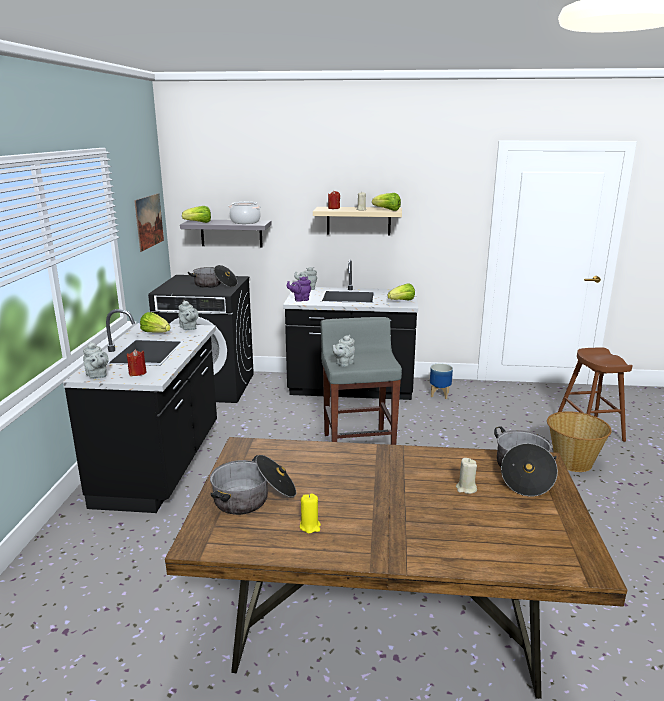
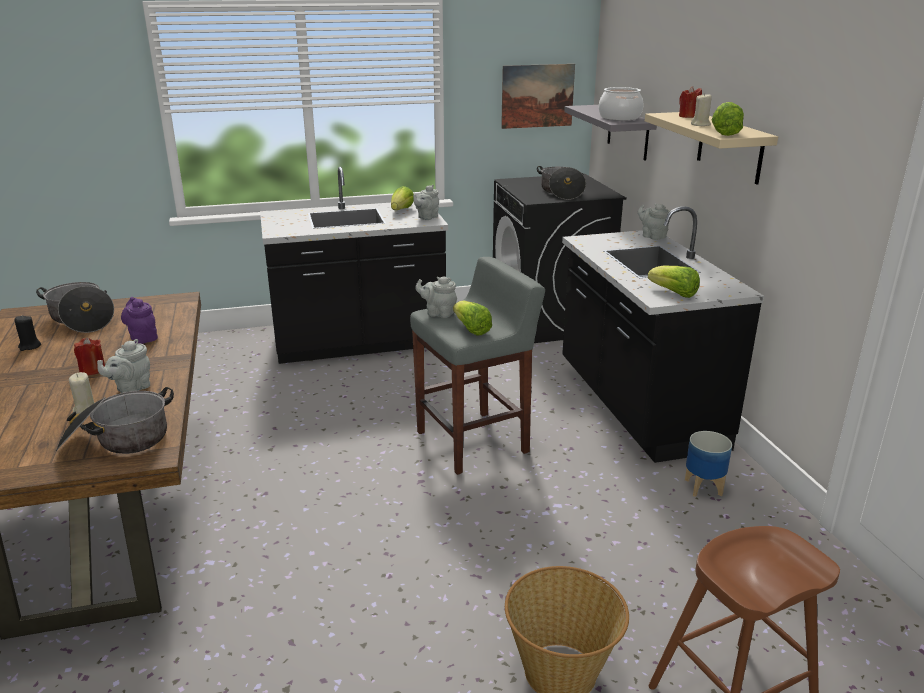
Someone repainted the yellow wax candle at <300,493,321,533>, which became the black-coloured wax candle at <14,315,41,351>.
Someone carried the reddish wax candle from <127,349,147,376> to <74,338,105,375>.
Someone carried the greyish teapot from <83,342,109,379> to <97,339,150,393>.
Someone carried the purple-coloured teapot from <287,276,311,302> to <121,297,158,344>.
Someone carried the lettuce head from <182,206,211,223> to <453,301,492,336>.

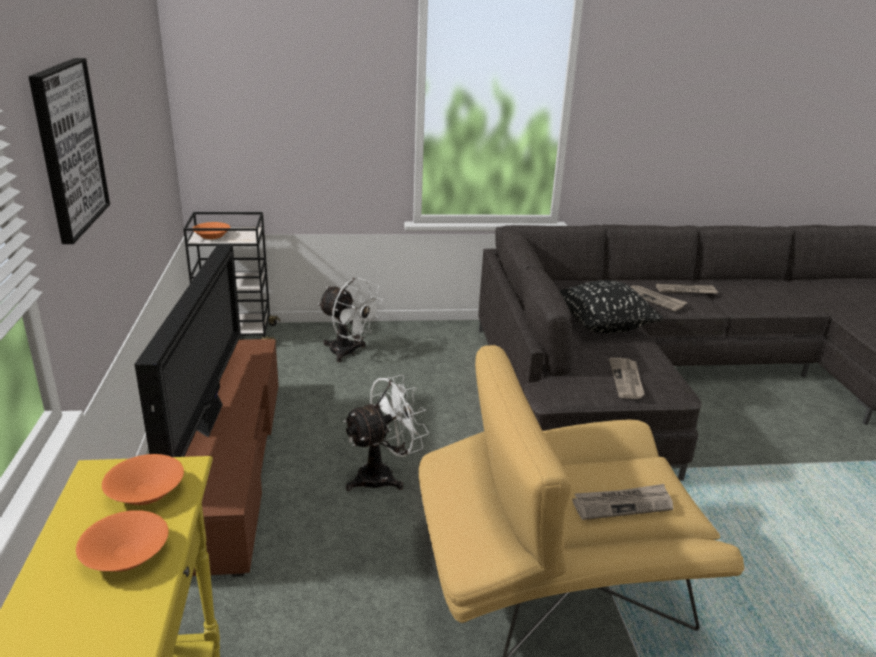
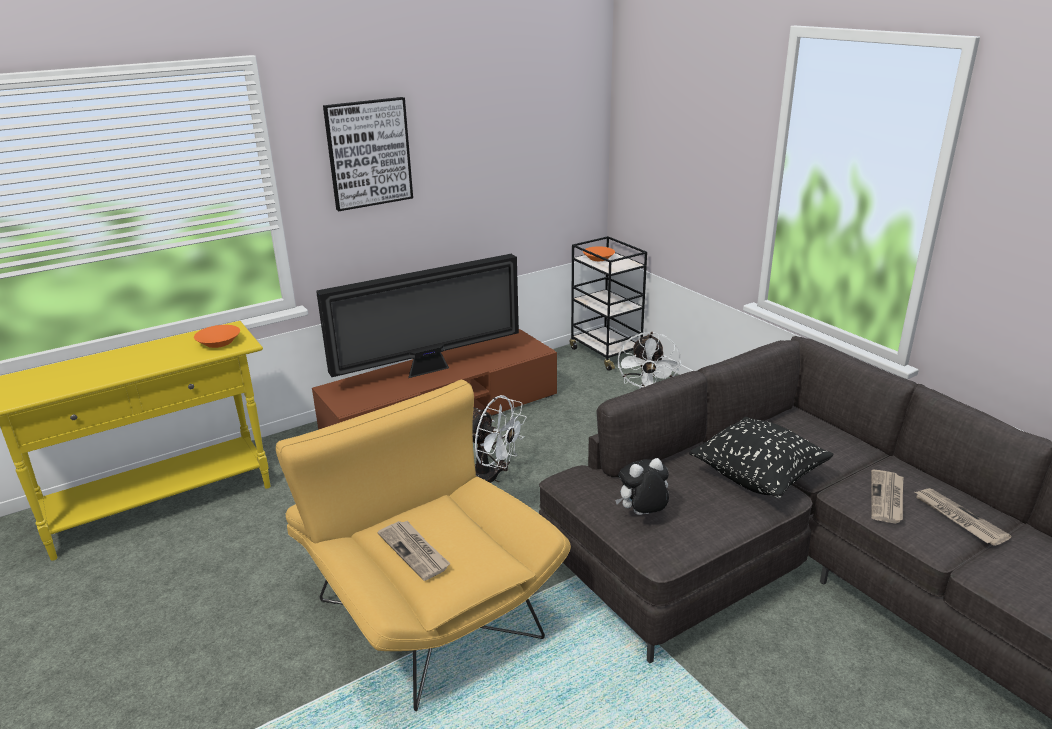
Someone swapped the printed paper at <609,358,645,399> for the plush toy at <615,458,669,515>.
Someone took away the orange-coloured deep dish at <76,510,168,572>.

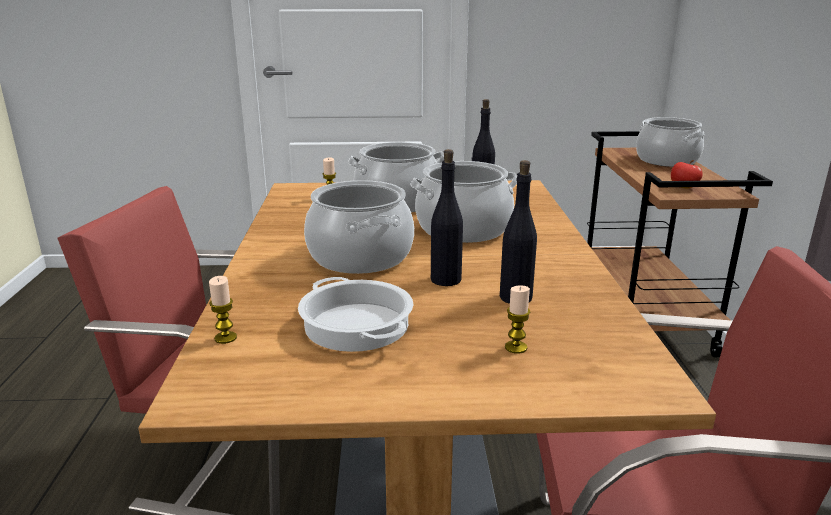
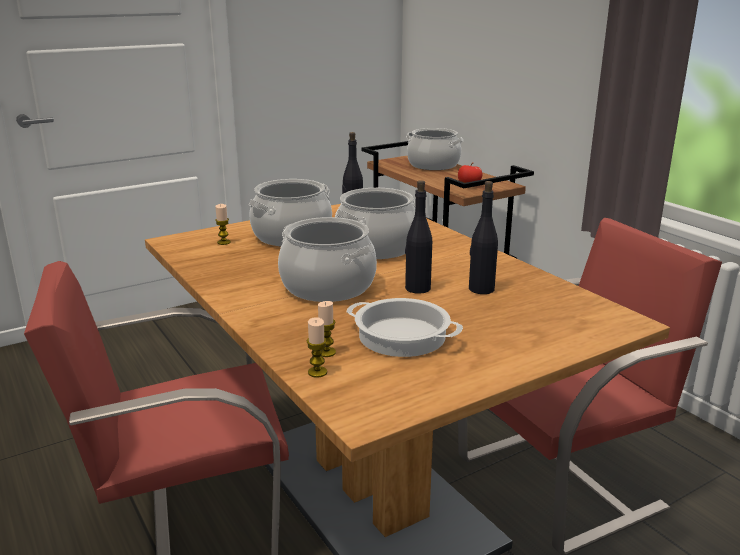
Someone carried the wax candle from <505,285,530,354> to <318,301,336,357>.

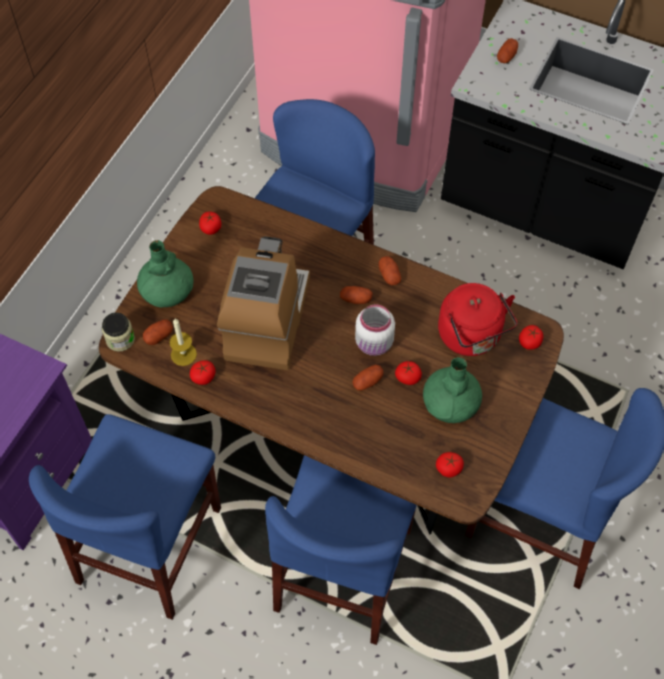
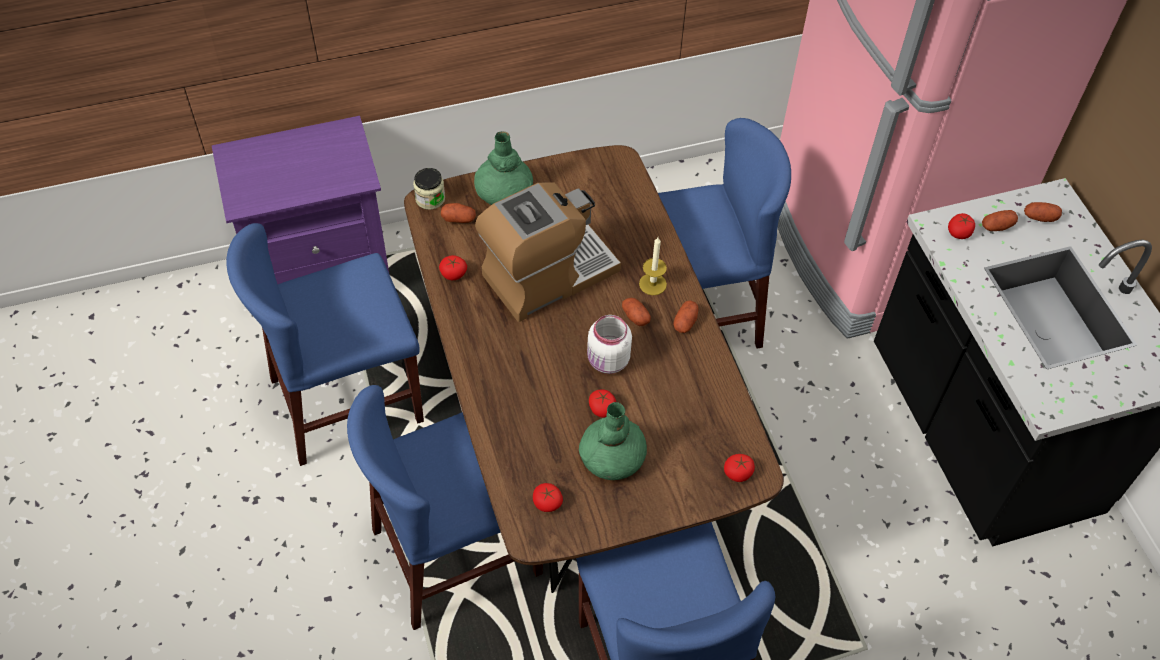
Someone carried the wax candle from <169,318,197,366> to <639,237,667,295>.
Someone carried the fresh tomato from <199,212,221,235> to <948,213,975,239>.
Someone carried the potato from <352,365,384,390> to <1024,202,1062,222>.
Someone took away the reddish water kettle at <438,283,518,356>.

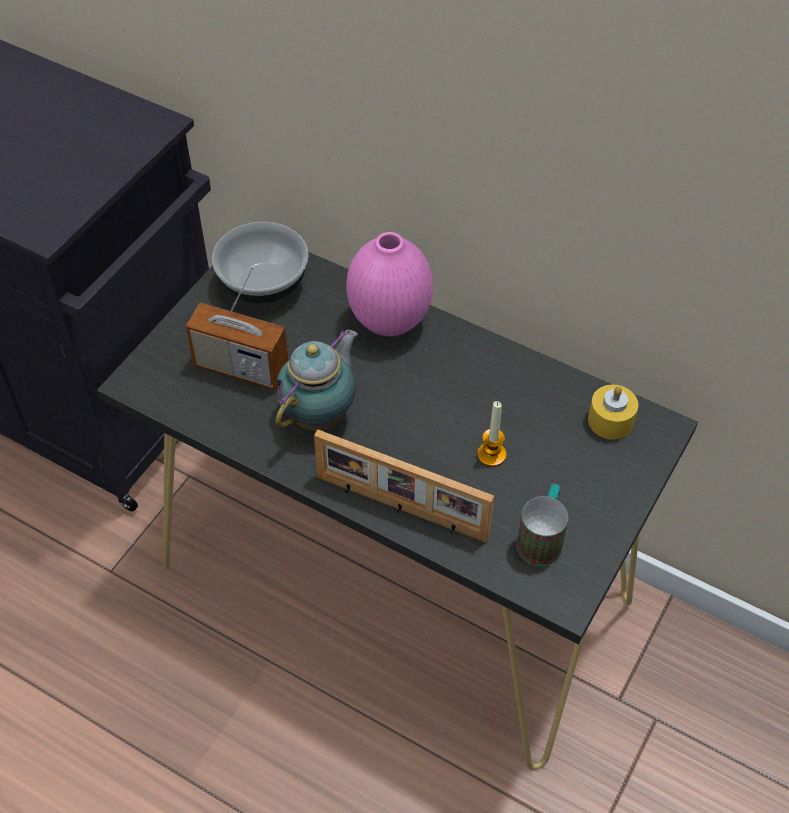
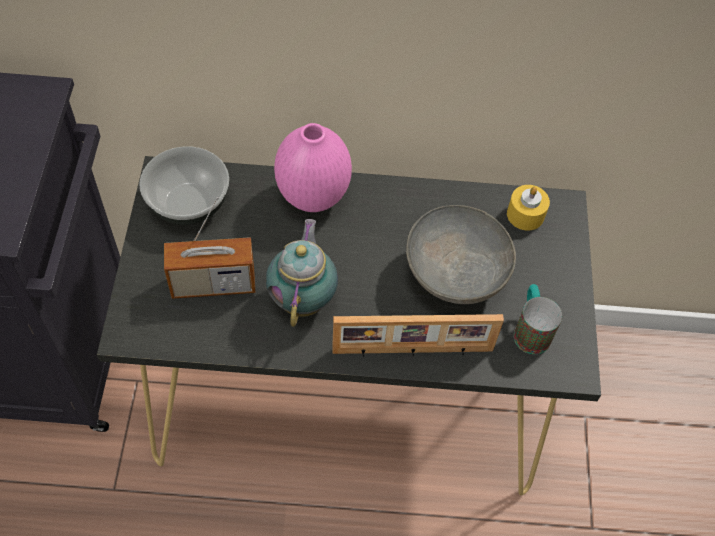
Someone swapped the wax candle at <477,401,506,467> for the greyish deep dish at <406,205,516,304>.

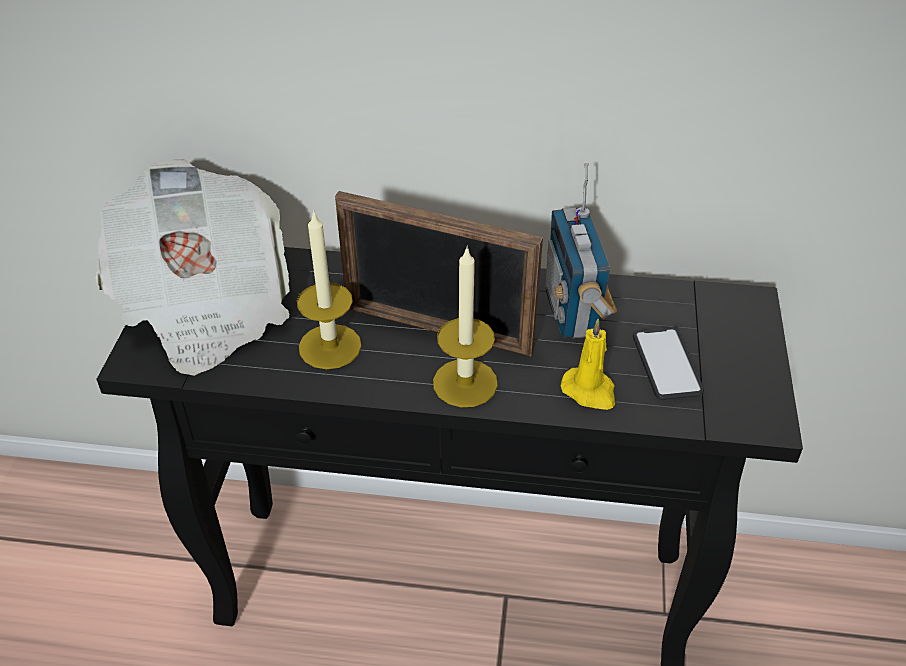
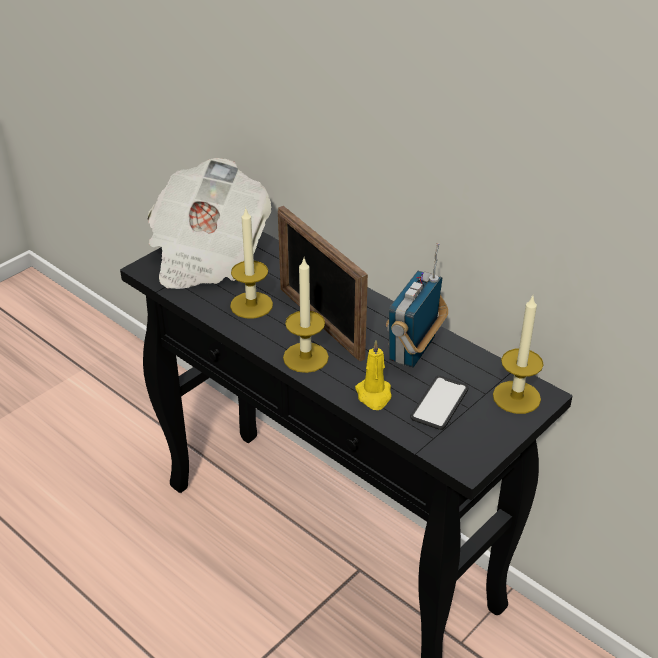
Someone put down the wax candle at <493,296,544,414>.

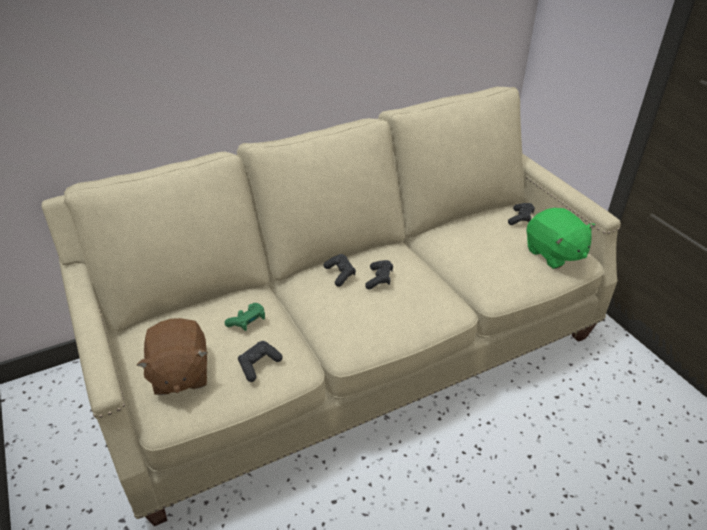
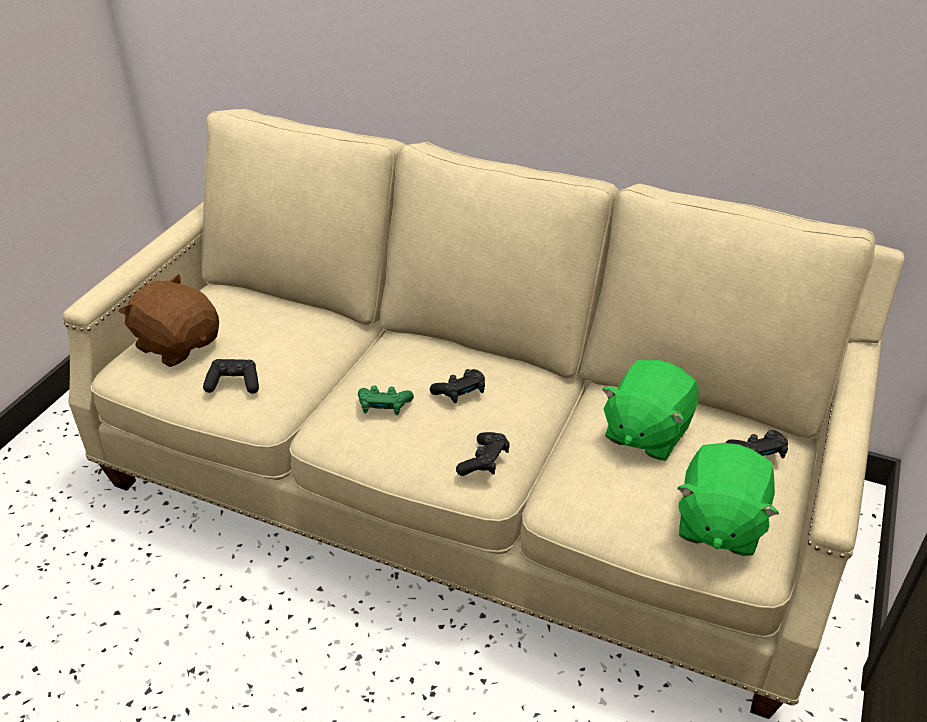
Someone rotated the brownish plush toy at <137,318,208,395> by 90 degrees clockwise.
Someone carried the green gamepad from <225,303,265,331> to <358,385,414,416>.
Someone carried the black-coloured gamepad from <324,254,356,287> to <456,432,510,476>.
Someone put down the green plush toy at <602,360,699,461>.

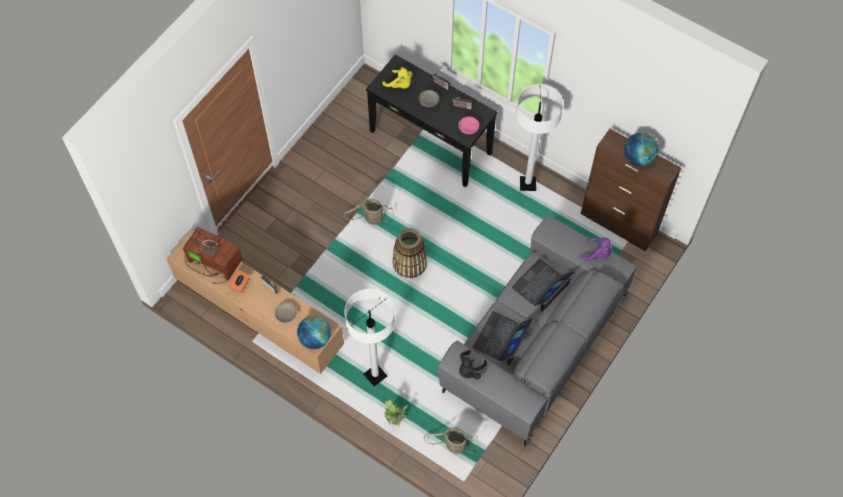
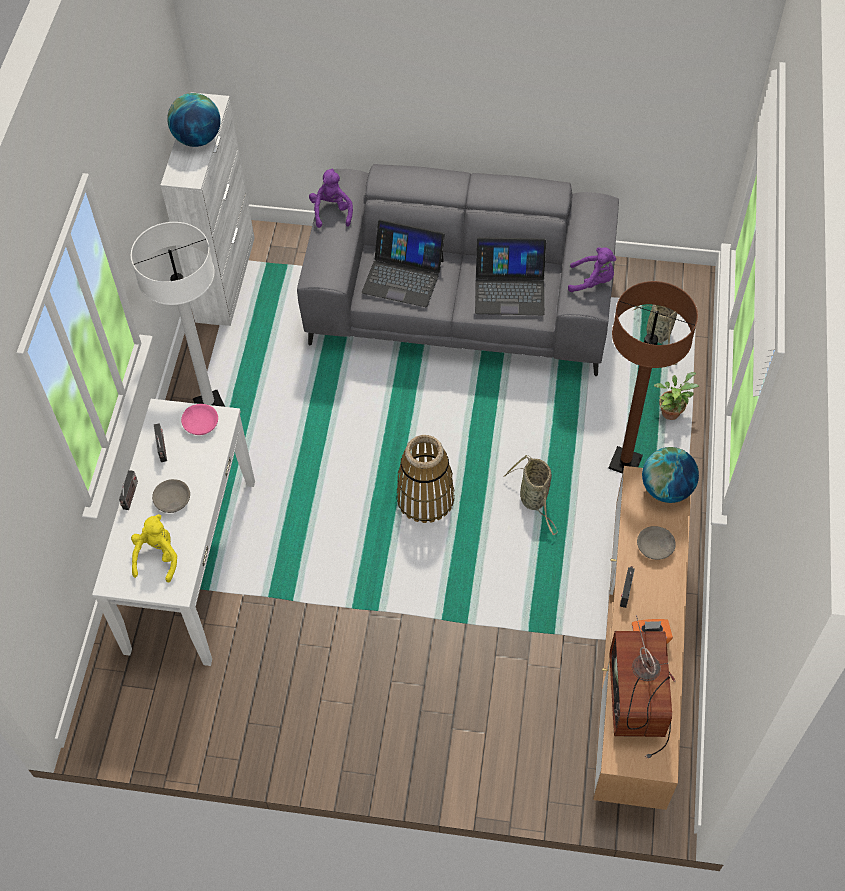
Someone repainted the black-coloured narrow table at <366,54,497,187>, which became the whitish narrow table at <92,399,255,666>.
Someone repainted the brownish cabinet at <581,129,681,251>, which became the whitish cabinet at <161,92,255,326>.
Someone carried the storage basket from <344,198,394,225> to <504,455,558,535>.
Someone repainted the black-coloured plush toy at <459,350,487,379>, which became the purple-coloured plush toy at <568,247,616,292>.
Someone repainted the whitish standing lamp at <345,289,395,387>, which became the brownish standing lamp at <608,281,698,474>.

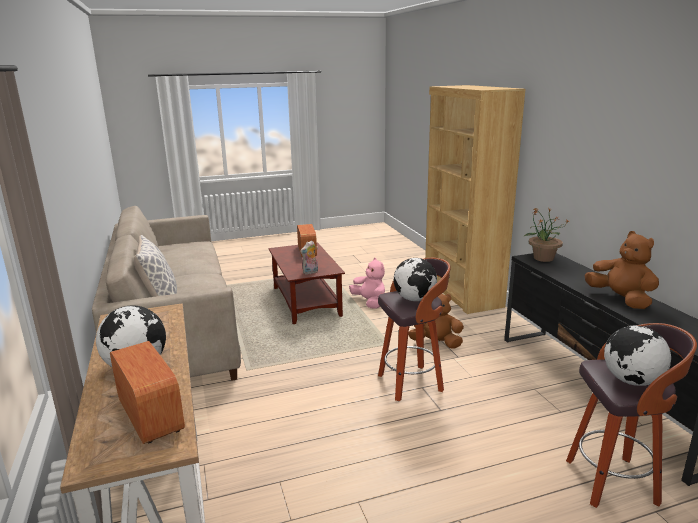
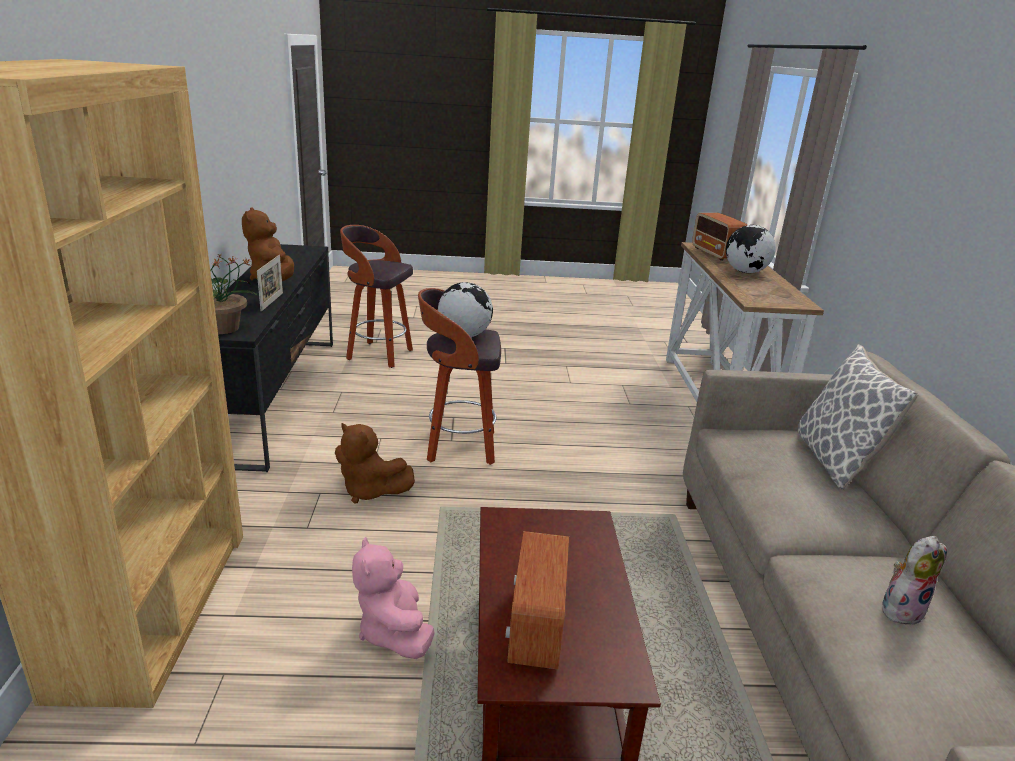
Someone put down the standing frame at <257,255,283,312>.
Someone carried the plush toy from <300,240,318,274> to <882,536,947,625>.
Someone took away the world globe at <604,325,671,386>.

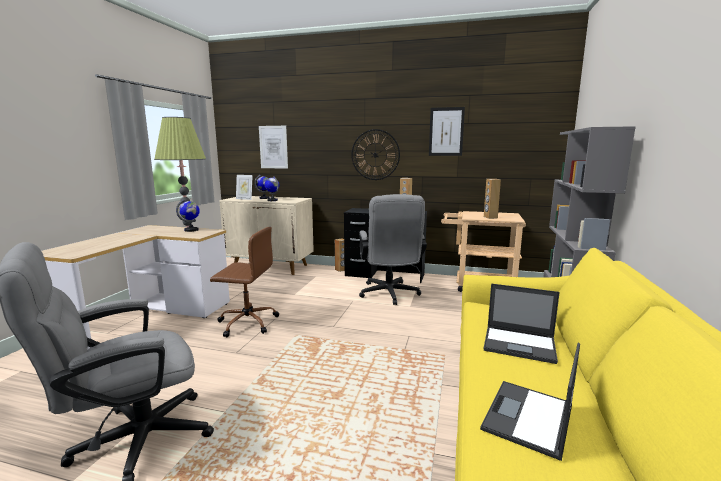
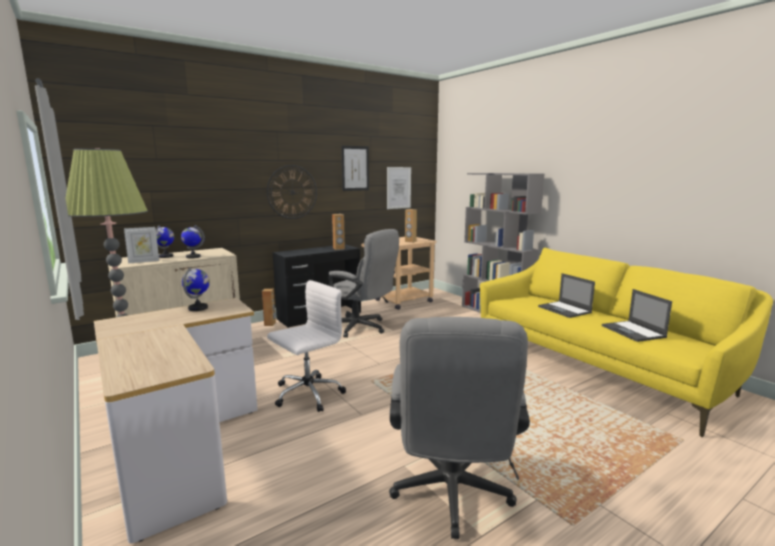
Someone repainted the brownish office chair at <210,227,279,337>, which became the whitish office chair at <267,280,346,412>.
Someone carried the picture from <259,126,288,169> to <387,167,411,209>.
Someone rotated the laptop at <484,284,560,364> by 90 degrees clockwise.

